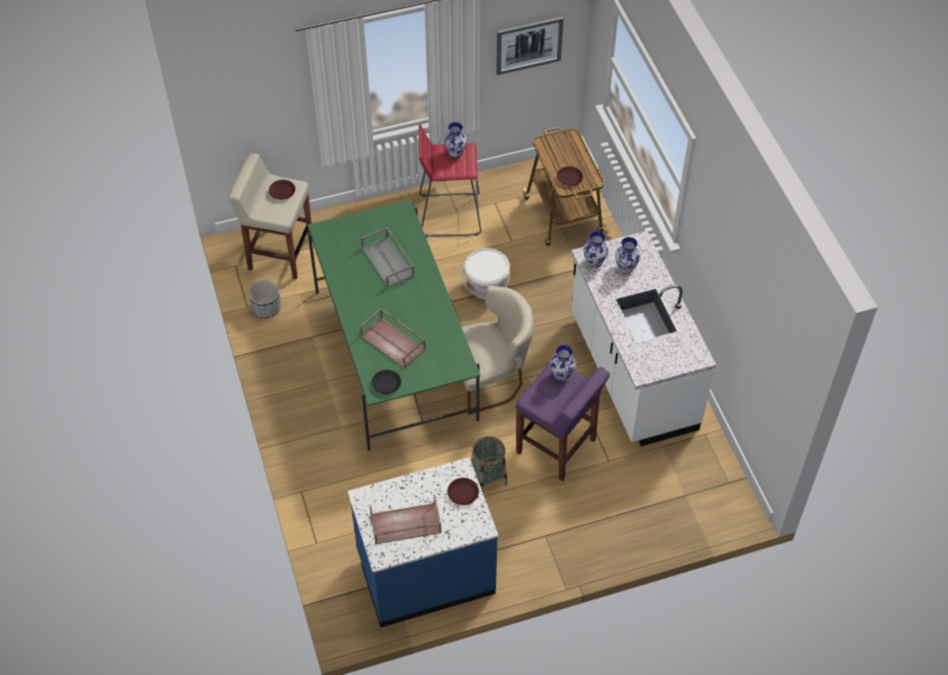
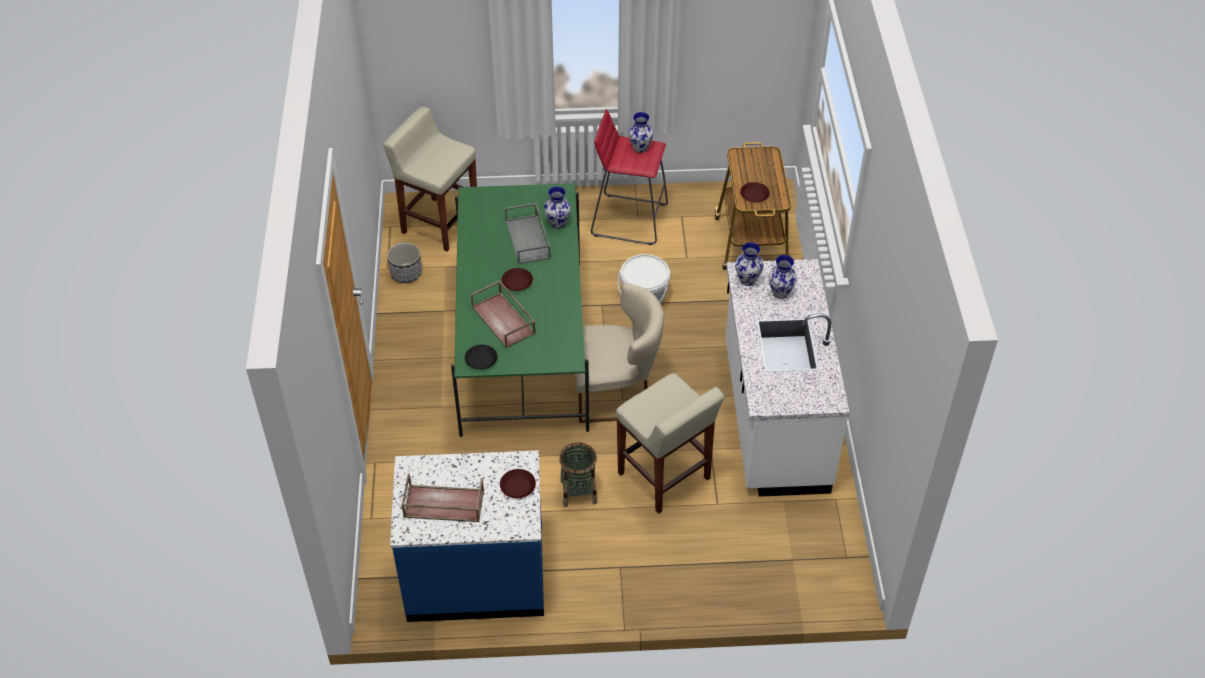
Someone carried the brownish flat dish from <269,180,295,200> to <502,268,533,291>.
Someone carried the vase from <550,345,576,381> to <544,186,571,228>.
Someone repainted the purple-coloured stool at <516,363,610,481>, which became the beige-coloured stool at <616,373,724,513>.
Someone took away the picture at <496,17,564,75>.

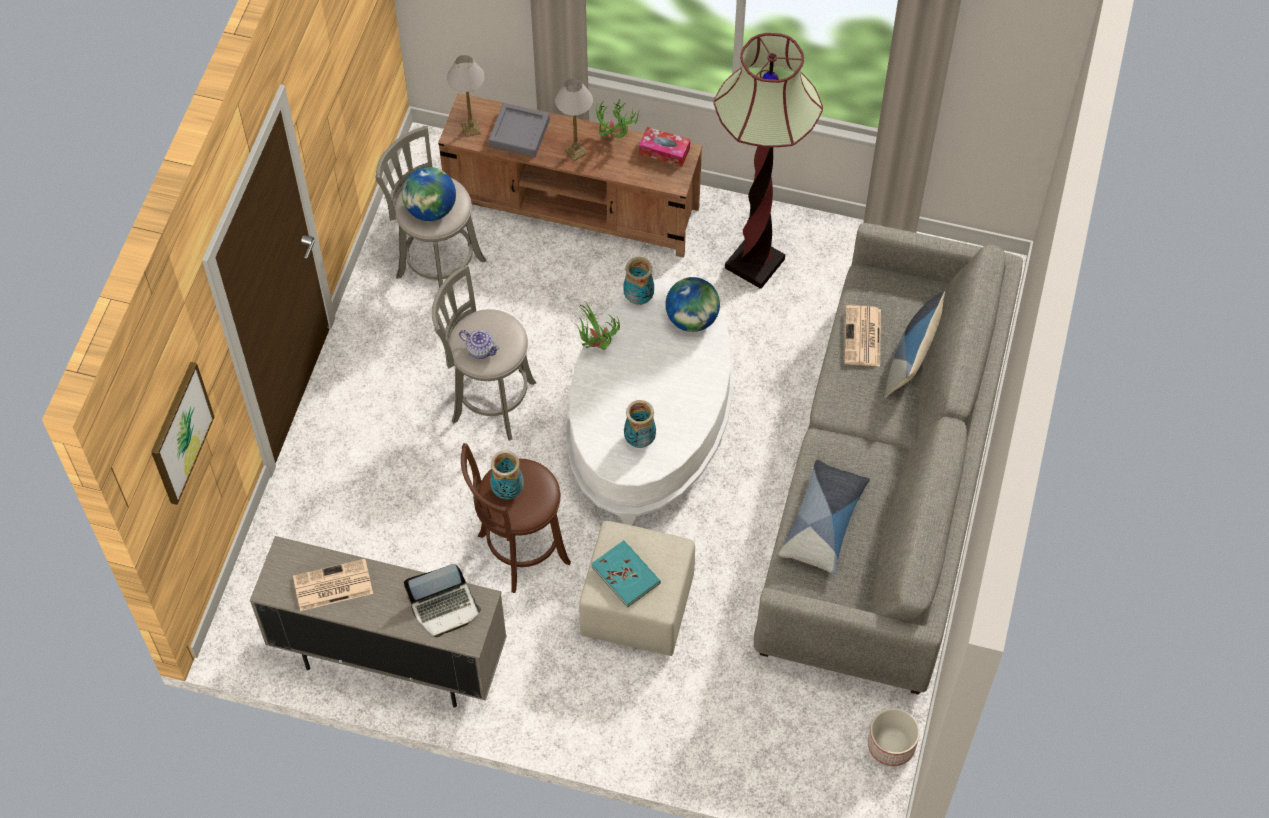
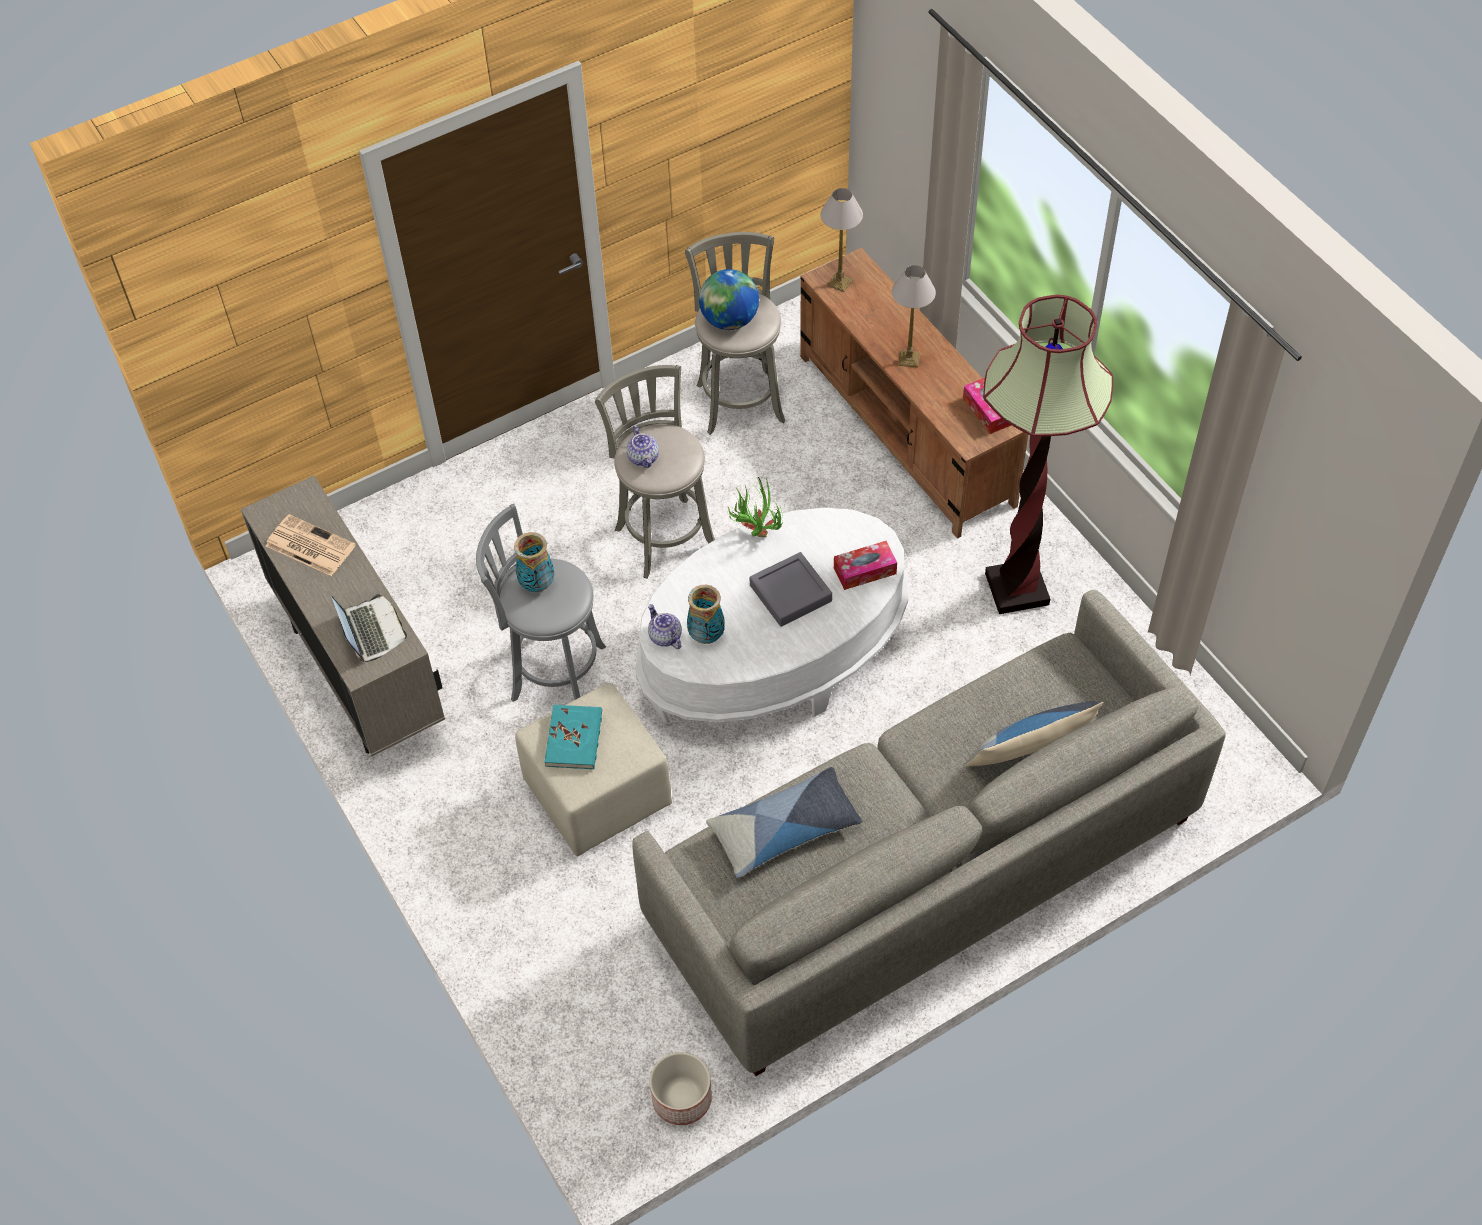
Someone rotated the laptop at <404,564,481,638> by 135 degrees counterclockwise.
Someone repainted the brownish stool at <461,443,571,593>, which became the greyish stool at <476,504,606,702>.
Someone put down the teapot at <648,604,682,649>.
Someone carried the greyish serving tray from <489,103,550,157> to <750,552,832,627>.
Someone swapped the world globe at <665,277,720,332> for the box of tissues at <834,541,897,590>.
Someone took away the picture at <151,362,214,505>.
Someone took away the potted plant at <596,99,639,138>.
Someone took away the vase at <623,257,654,305>.
Someone took away the printed paper at <844,305,881,366>.

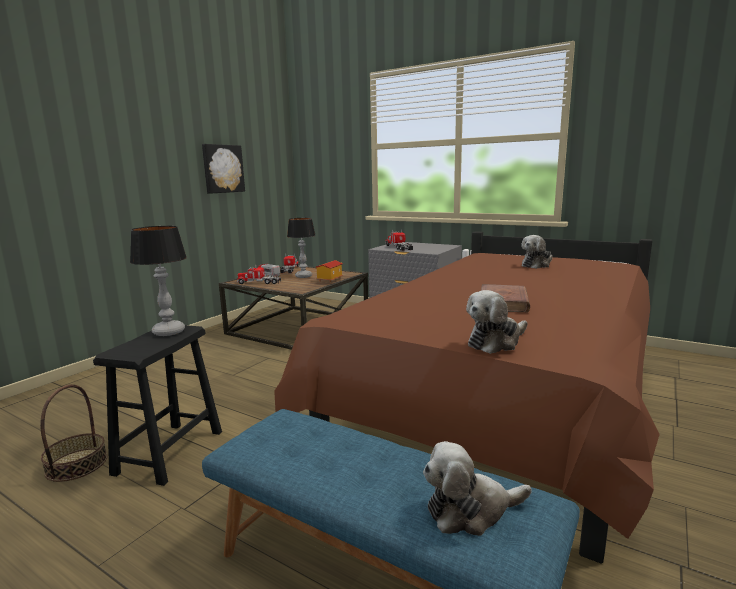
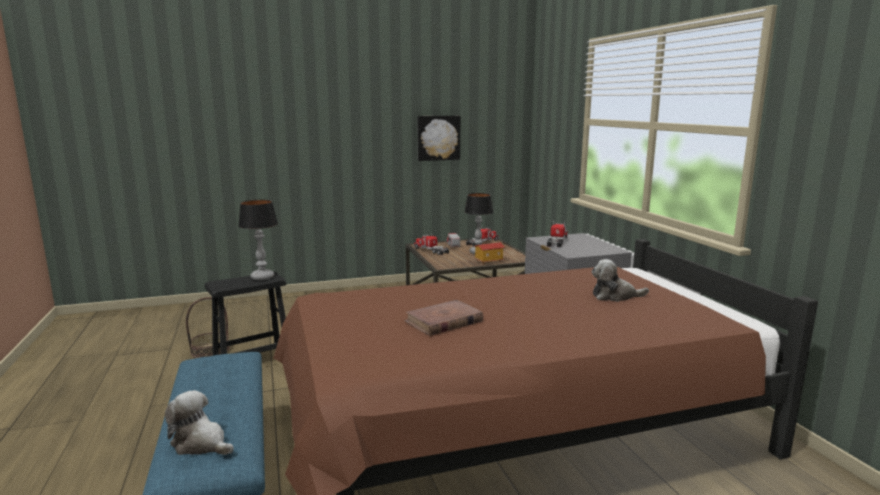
Someone took away the plush toy at <466,290,527,354>.

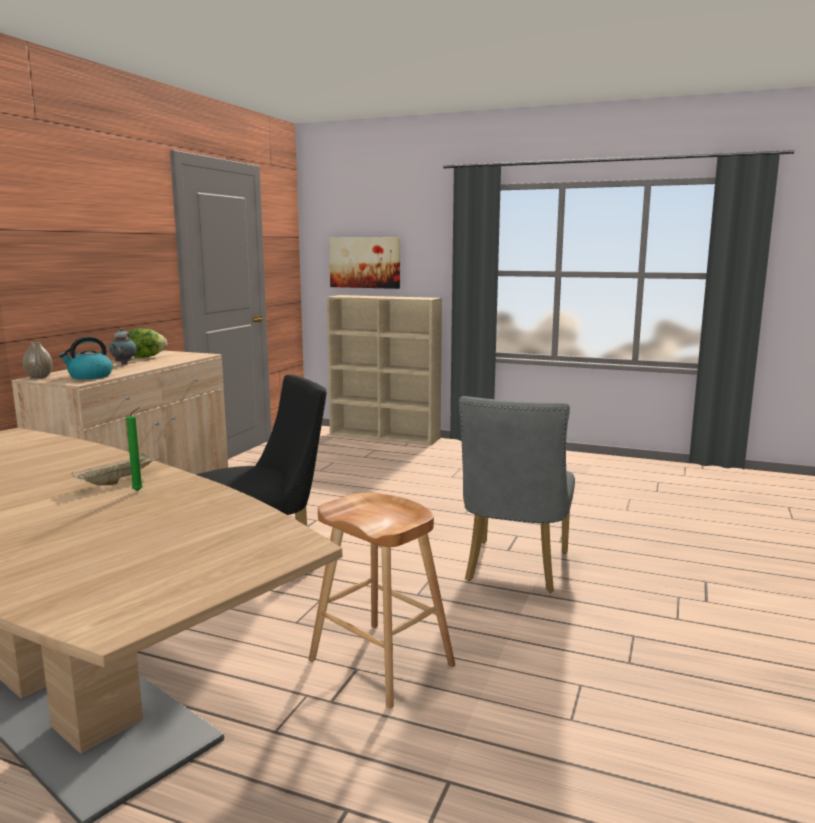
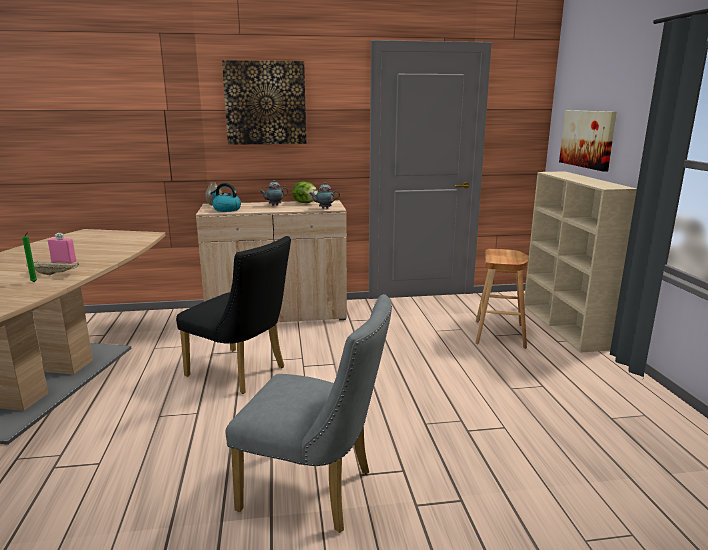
Someone put down the pink-coloured beverage bottle at <48,233,76,264>.
Someone put up the picture at <222,60,306,145>.
Someone rotated the greyish upright chair at <459,396,575,593> by 150 degrees counterclockwise.
Someone put down the teapot at <309,182,340,209>.
Someone carried the brownish stool from <309,493,455,708> to <475,249,529,349>.

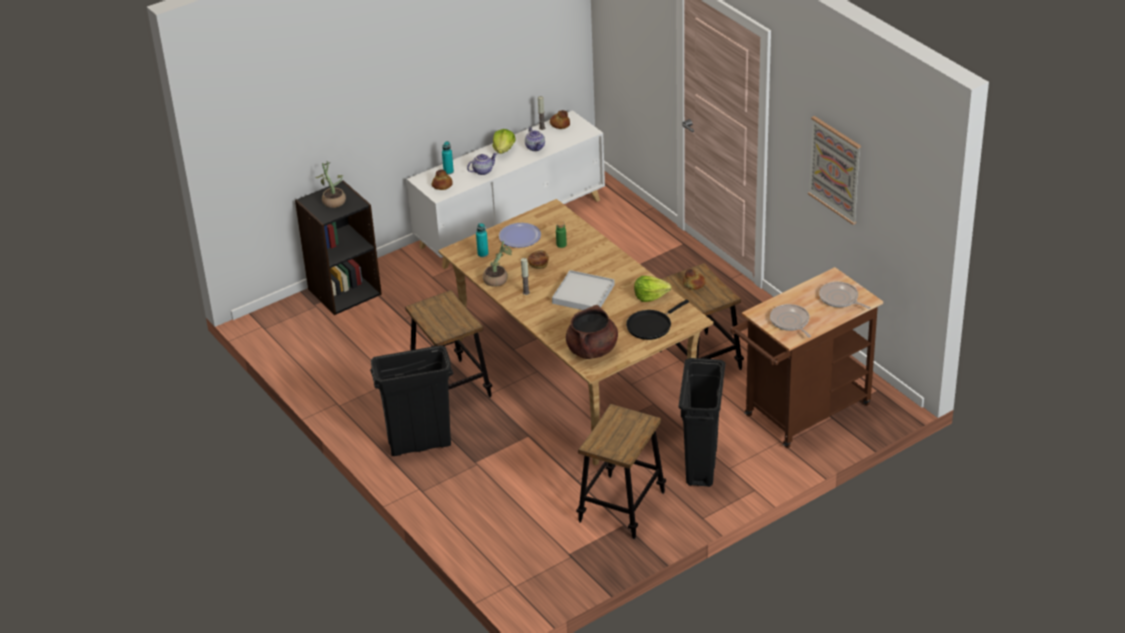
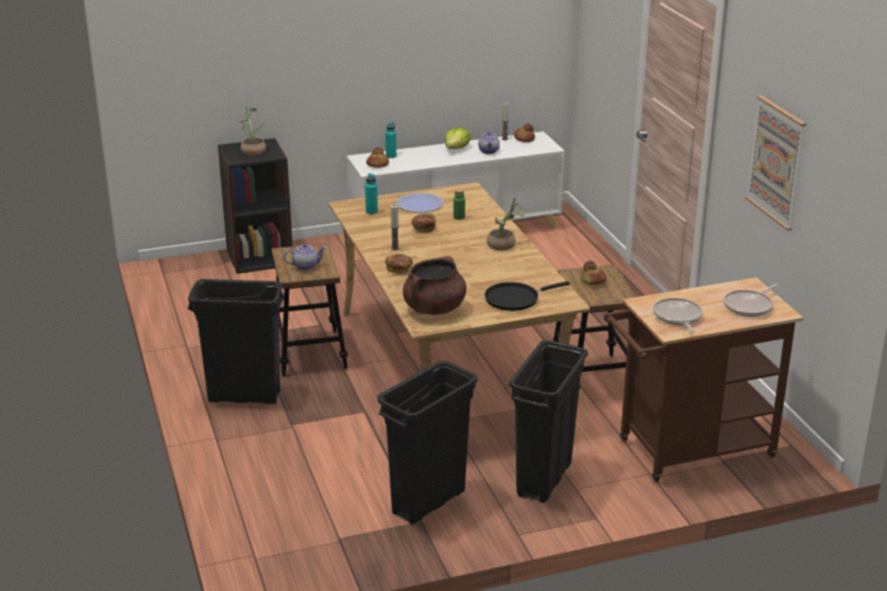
Someone carried the teapot from <467,153,497,175> to <284,244,326,270>.
Someone swapped the stool at <576,404,666,539> for the black-coloured trash can at <377,361,478,524>.
Someone put down the baked bread at <385,254,413,274>.
Someone carried the potted plant from <483,241,512,287> to <487,197,524,251>.
Someone rotated the skillet at <819,282,871,309> by 105 degrees counterclockwise.
Someone took away the whitish serving tray at <552,270,614,310>.
Someone took away the lettuce head at <634,276,672,302>.

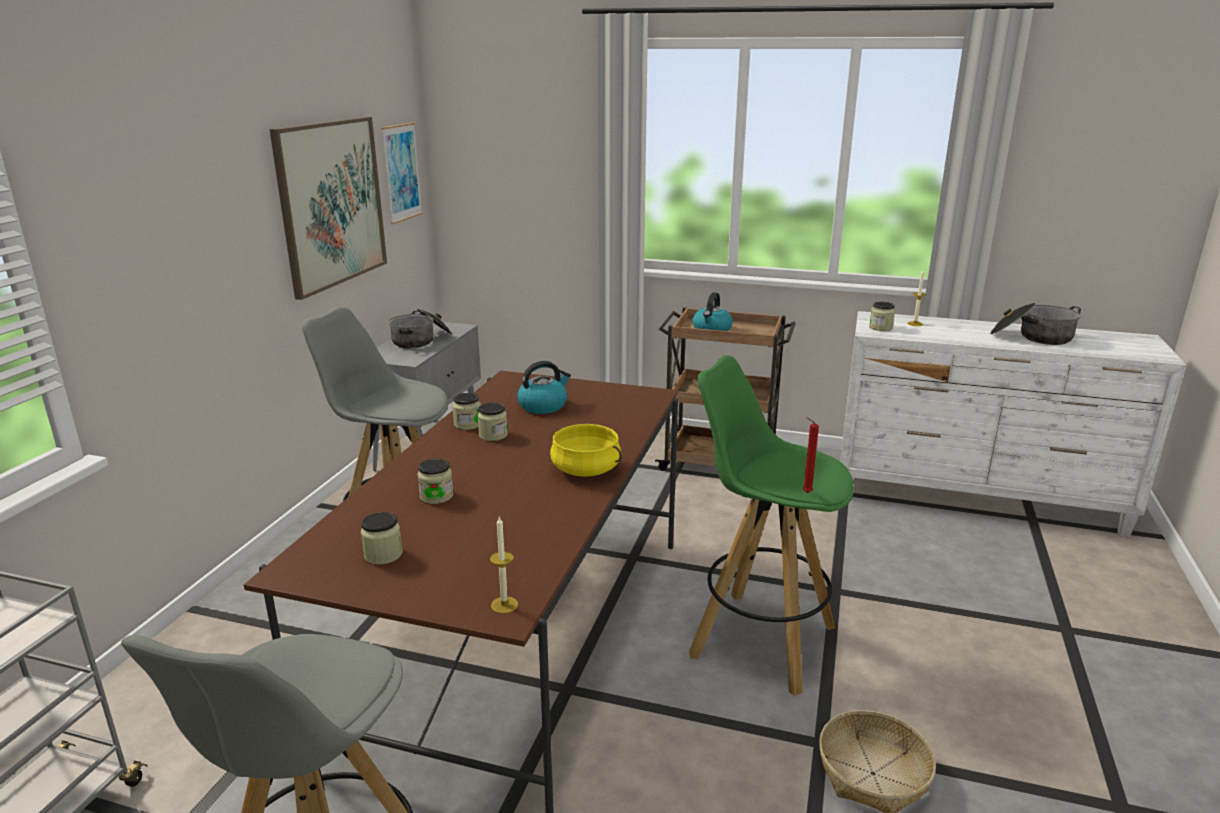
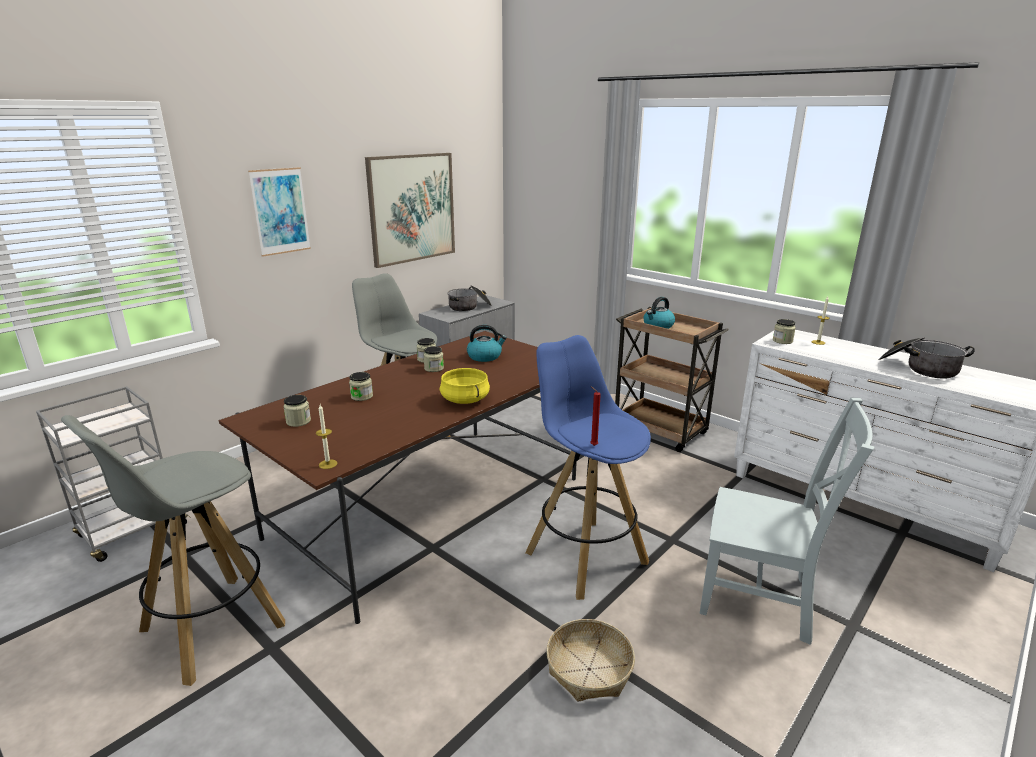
Someone carried the picture from <381,123,423,224> to <248,167,311,257>.
Someone repainted the green stool at <689,355,854,696>, which became the blue-coloured stool at <525,335,651,600>.
Someone put down the greyish upright chair at <700,398,874,645>.

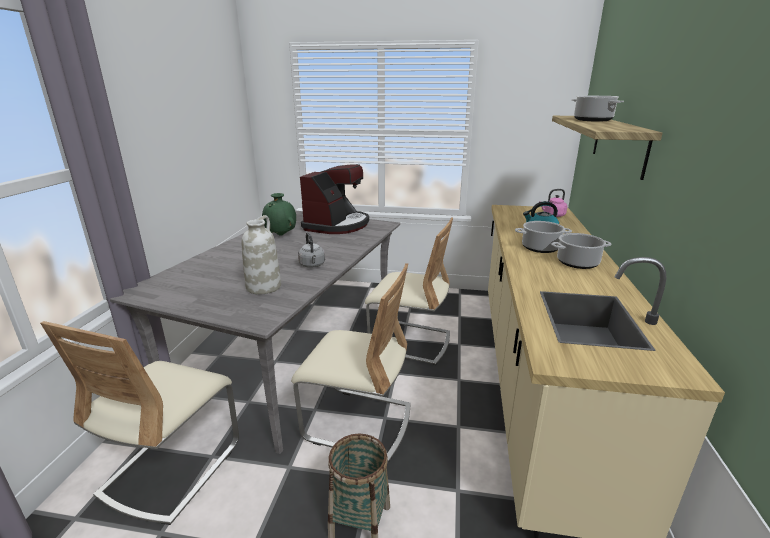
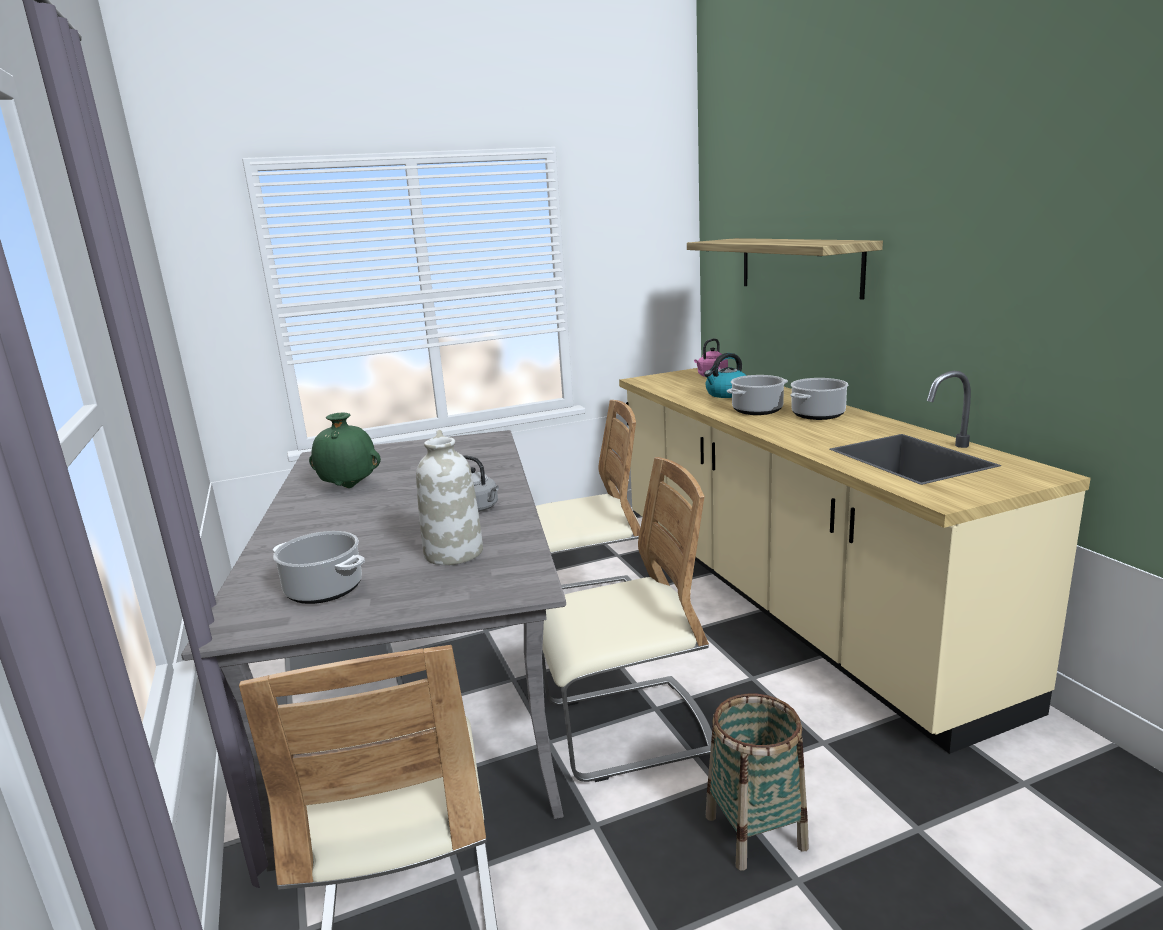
Someone carried the saucepot from <571,96,624,122> to <273,531,365,604>.
Someone took away the coffee machine at <300,164,369,234>.

